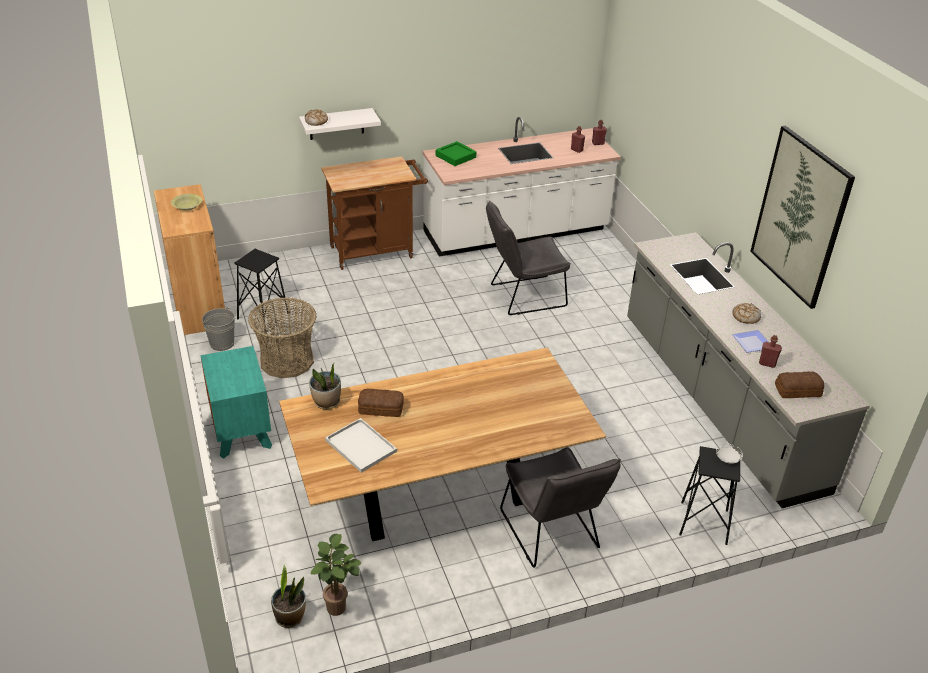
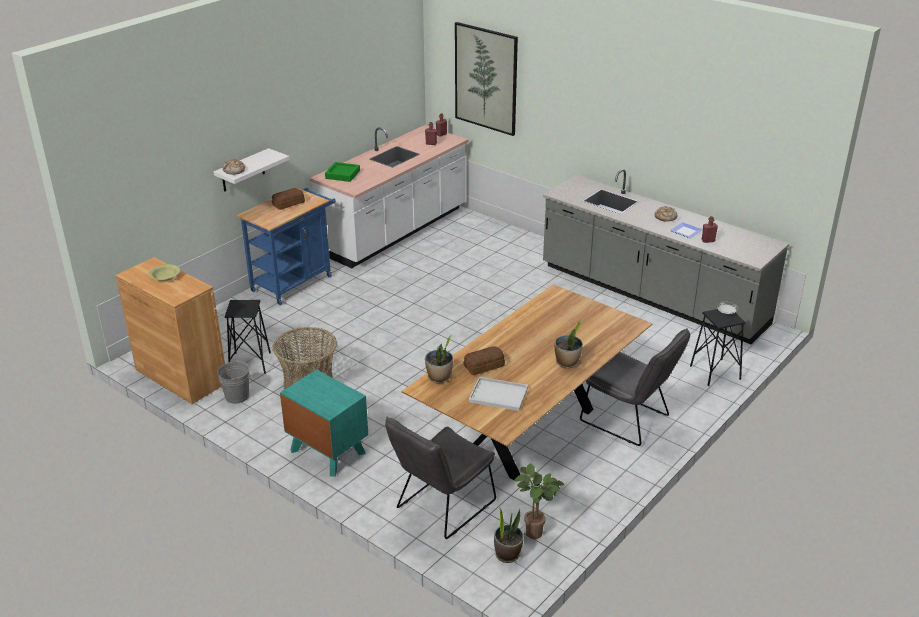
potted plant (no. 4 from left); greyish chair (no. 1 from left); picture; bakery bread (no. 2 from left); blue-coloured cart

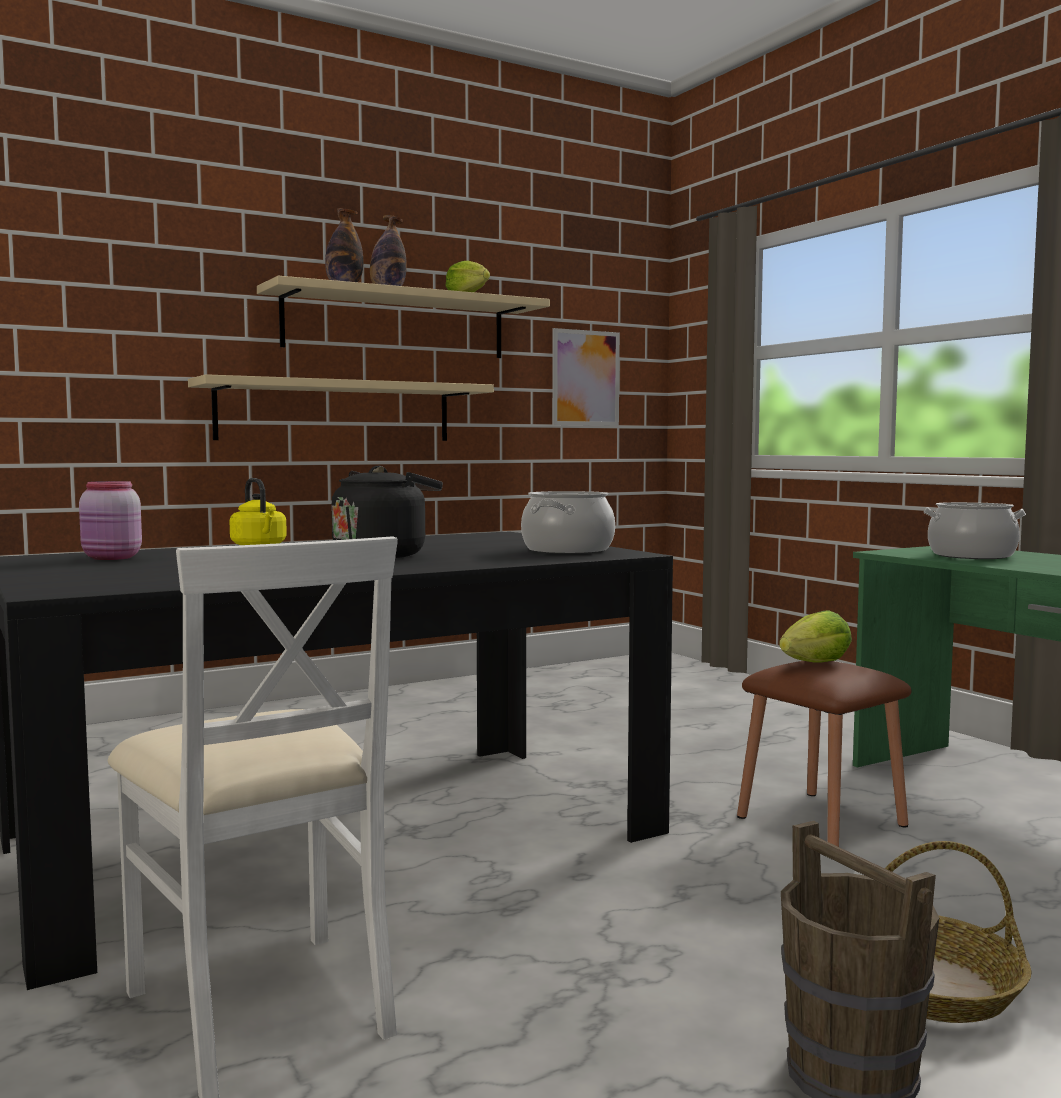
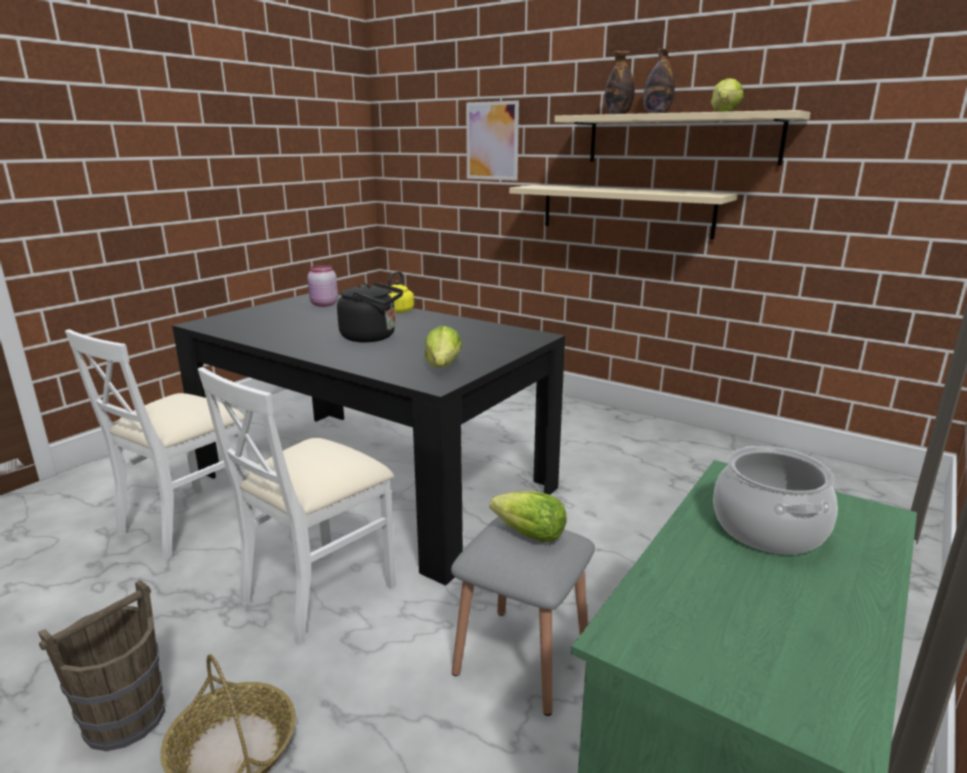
white-coloured chair (no. 2 from left); picture; lettuce (no. 1 from left); greyish sitting stool

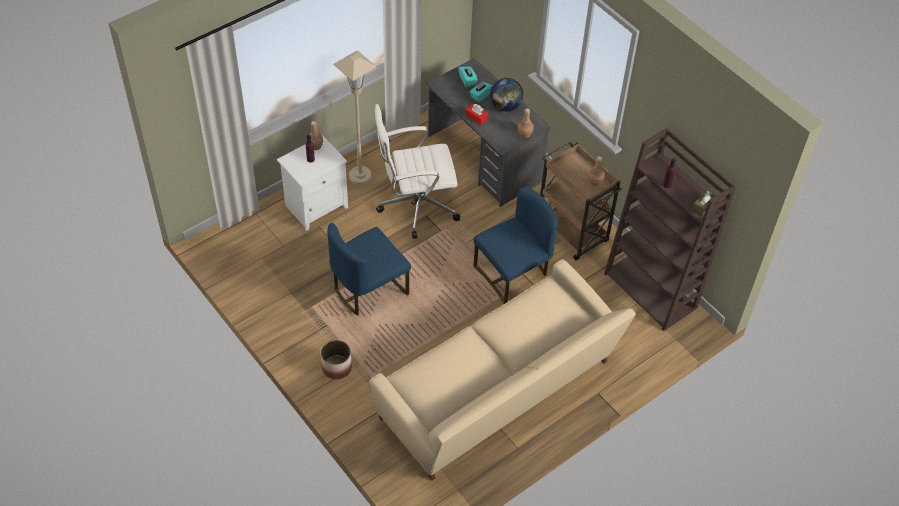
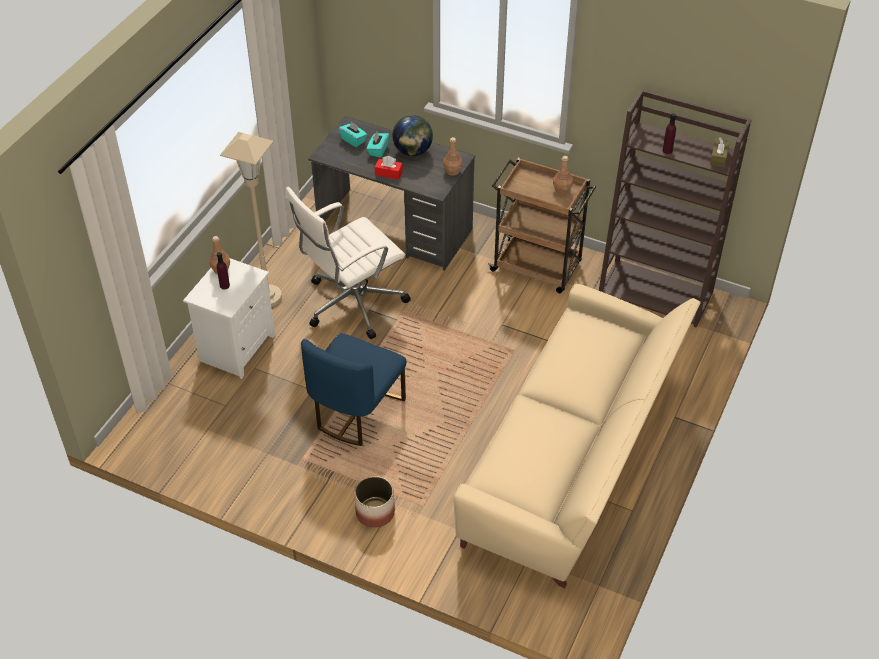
blue-coloured chair (no. 2 from left in the first image)

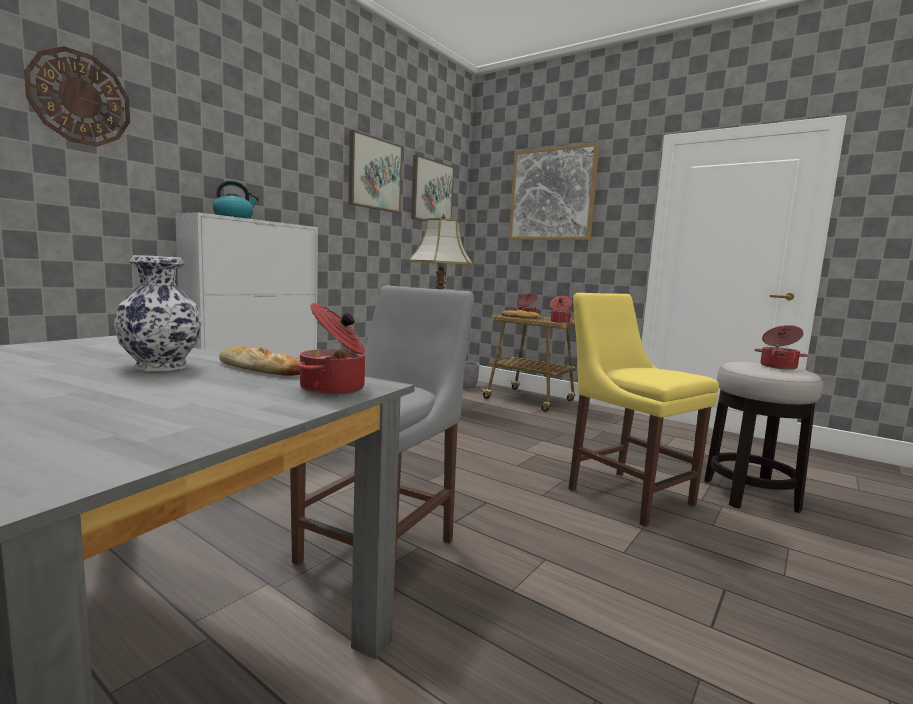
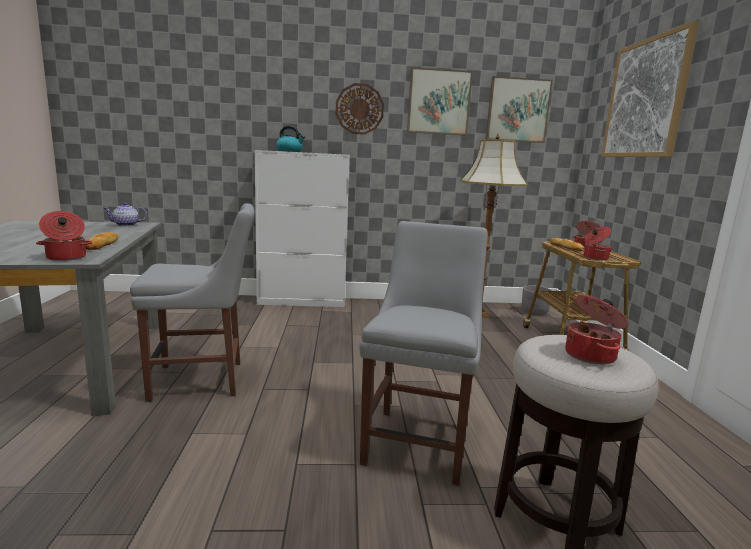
flower vase; tea pot; clock on the wall; greyish chair (no. 2 from left)

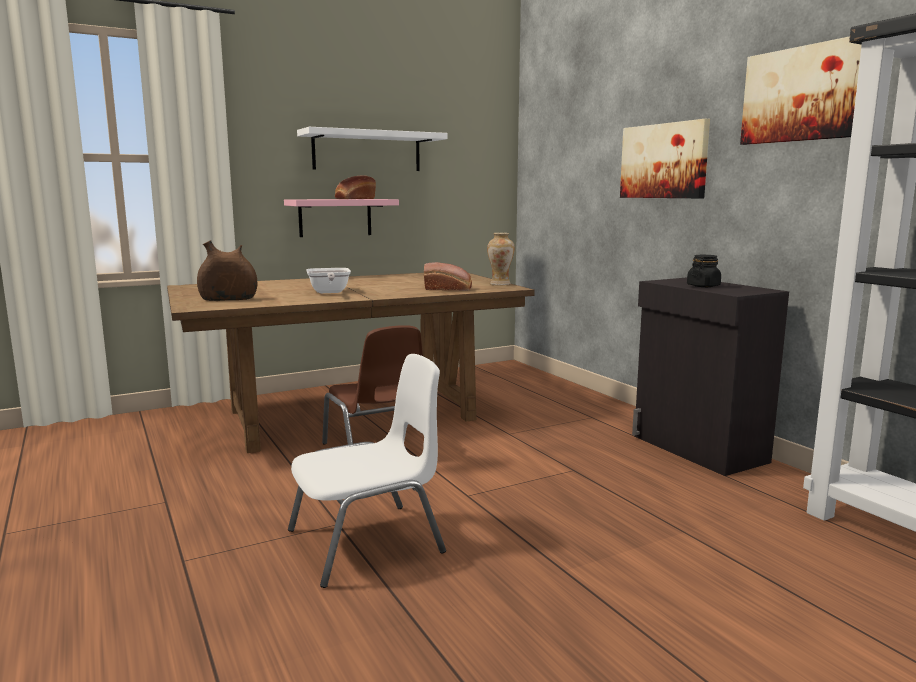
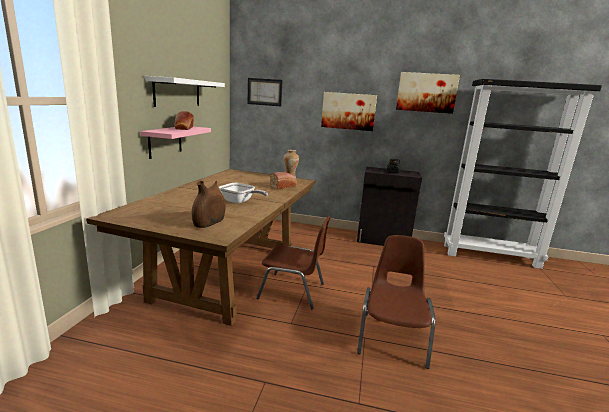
picture (no. 1 from left); brown chair (no. 2 from left)

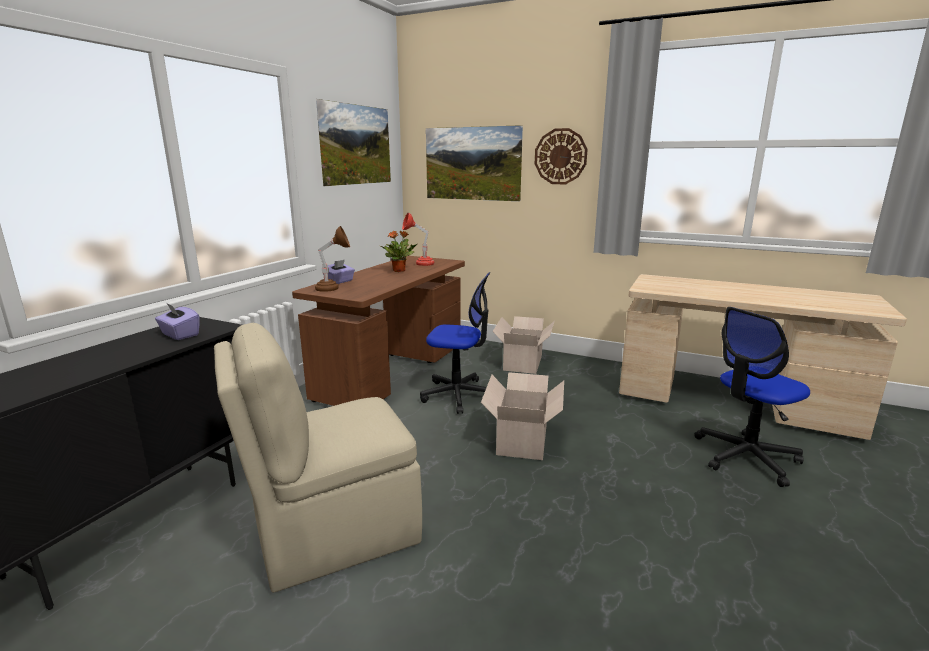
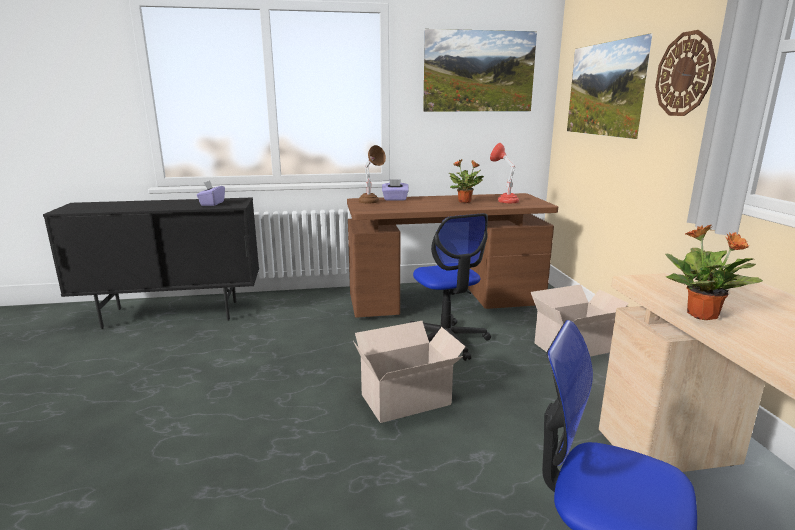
beige-coloured chair; potted plant (no. 2 from left)

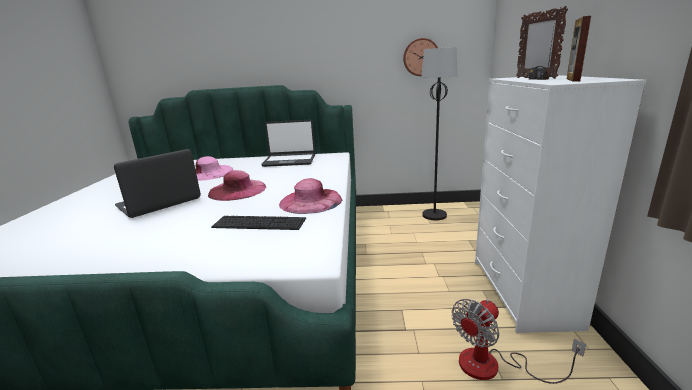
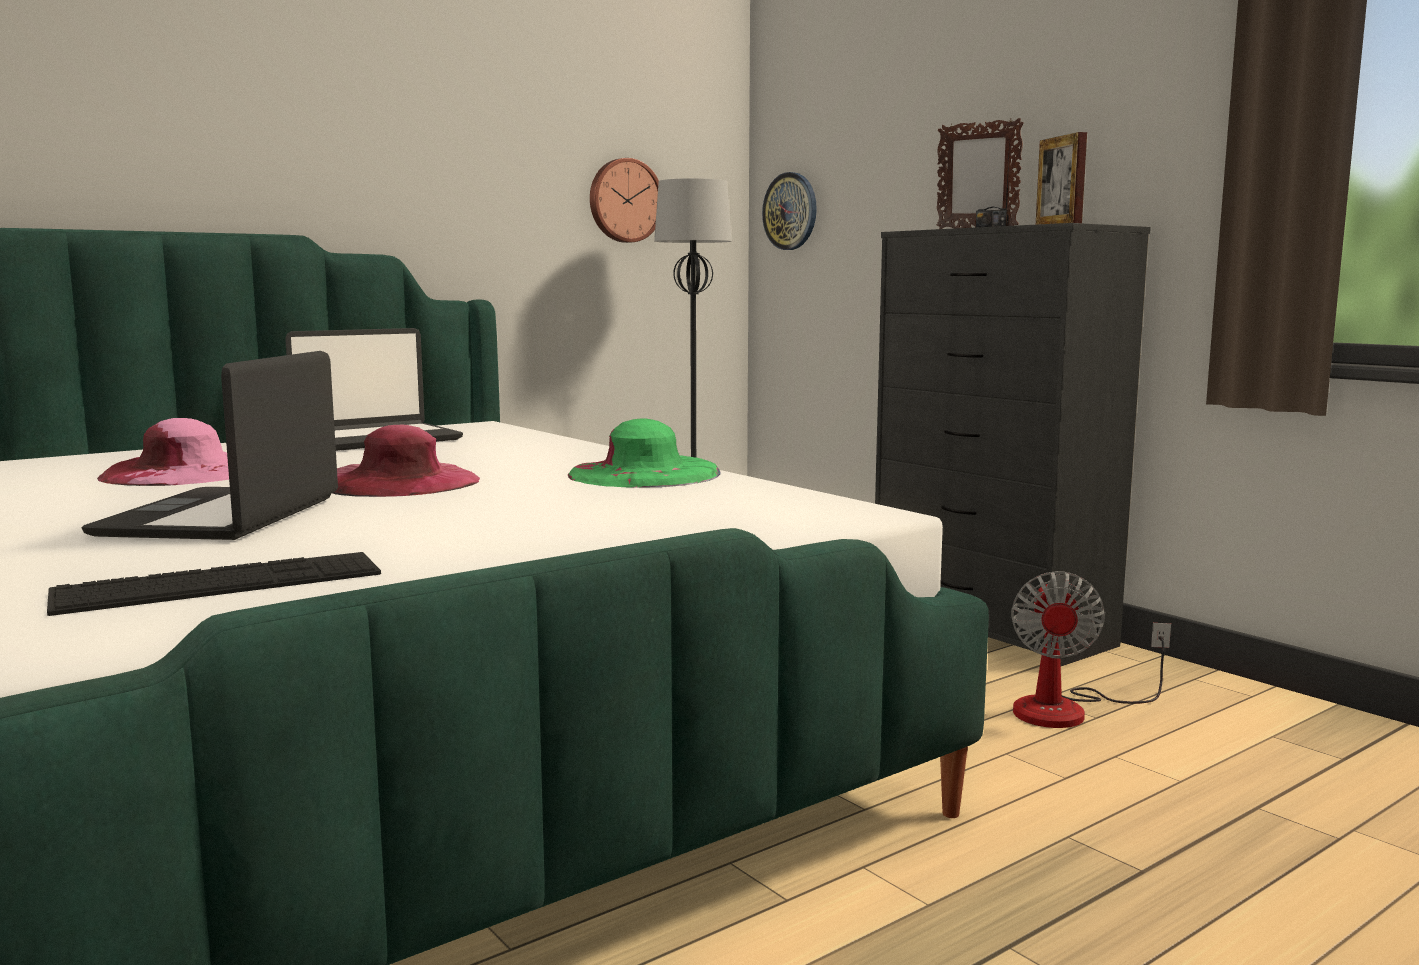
clock on the wall (no. 2 from left); PC keyboard; greenish hat; black-coloured drawer chest

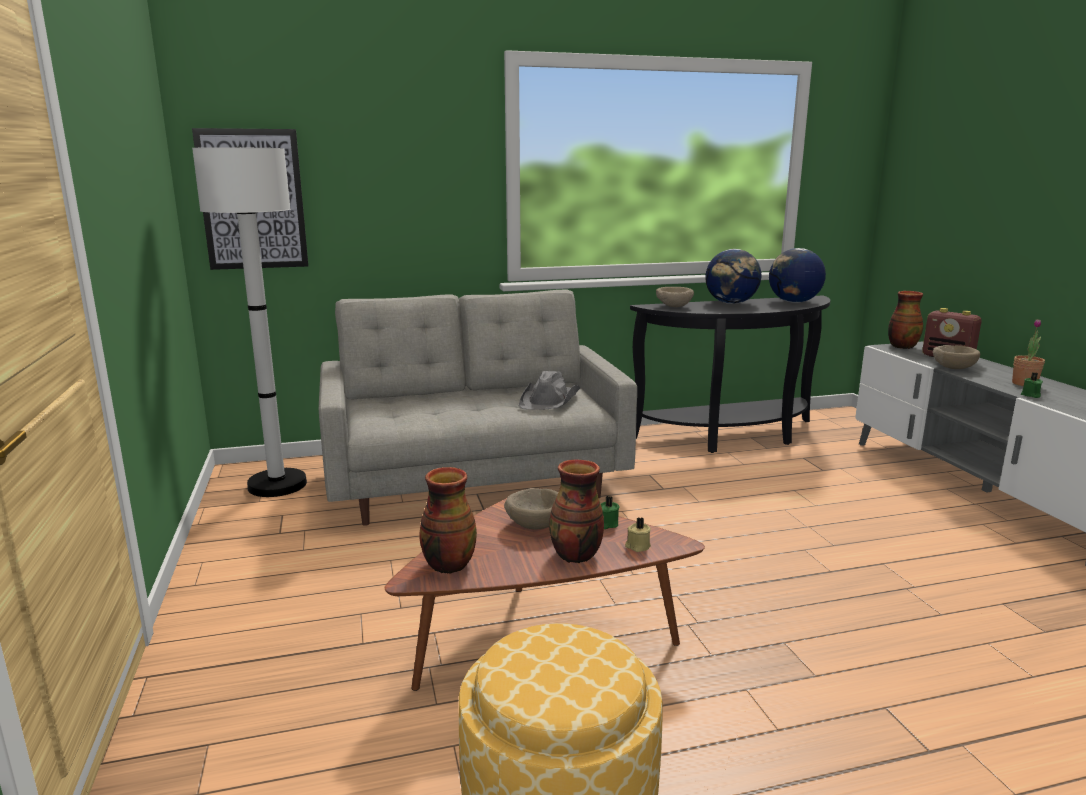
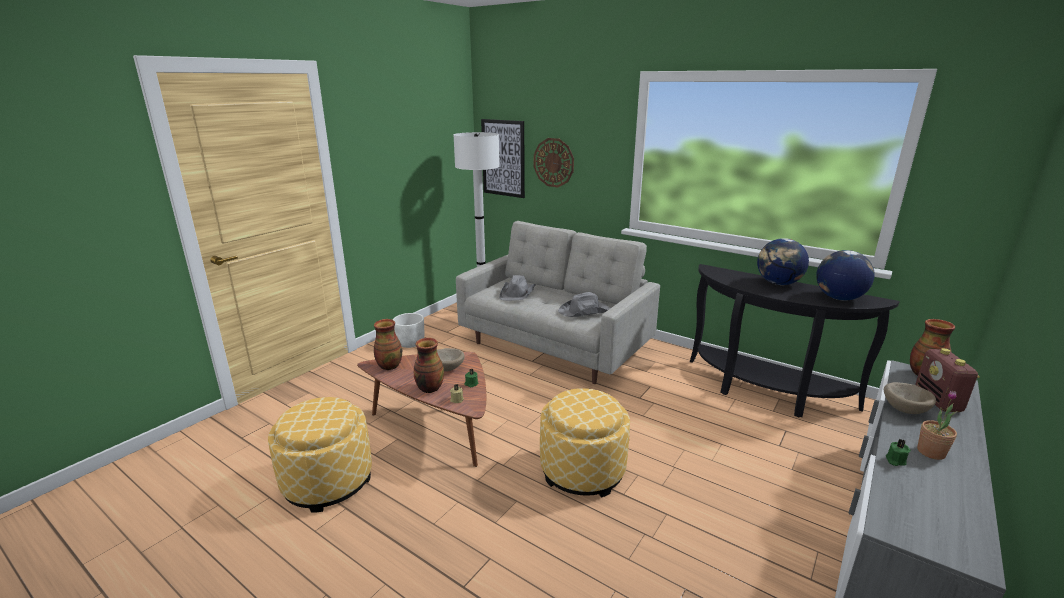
beige-coloured serving bowl (no. 2 from left in the first image); white-coloured plant pot; greyish hat (no. 1 from left); clock on the wall; ottoman (no. 2 from left)

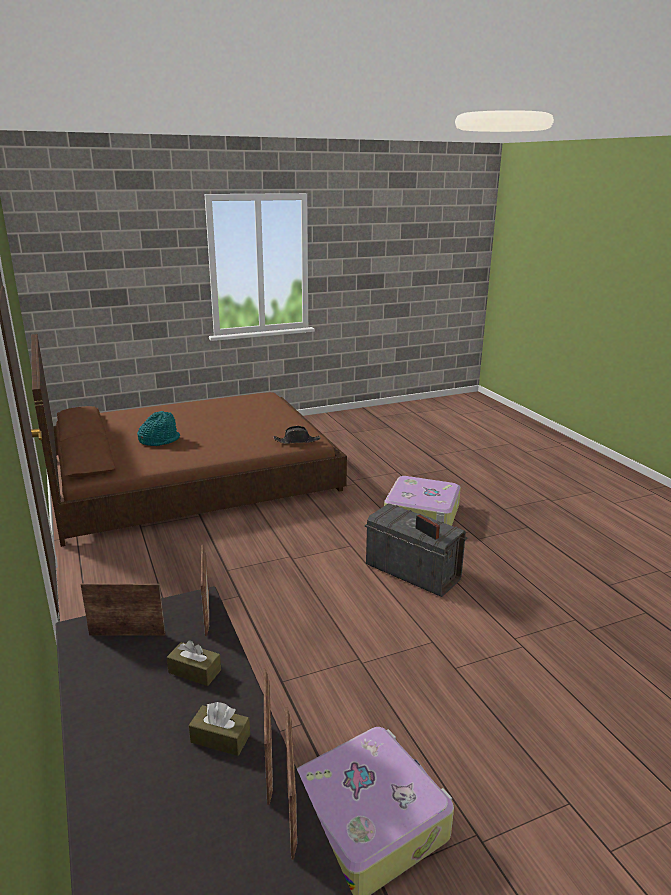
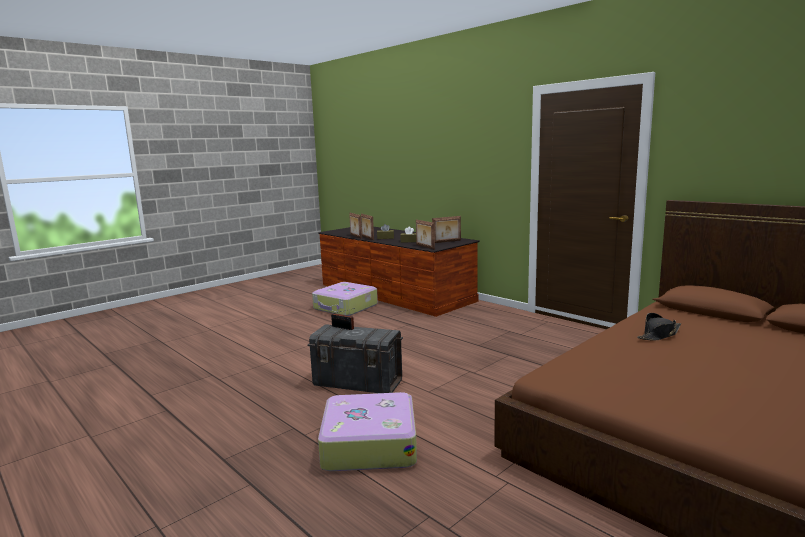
blue-green hat; black-coloured hat

